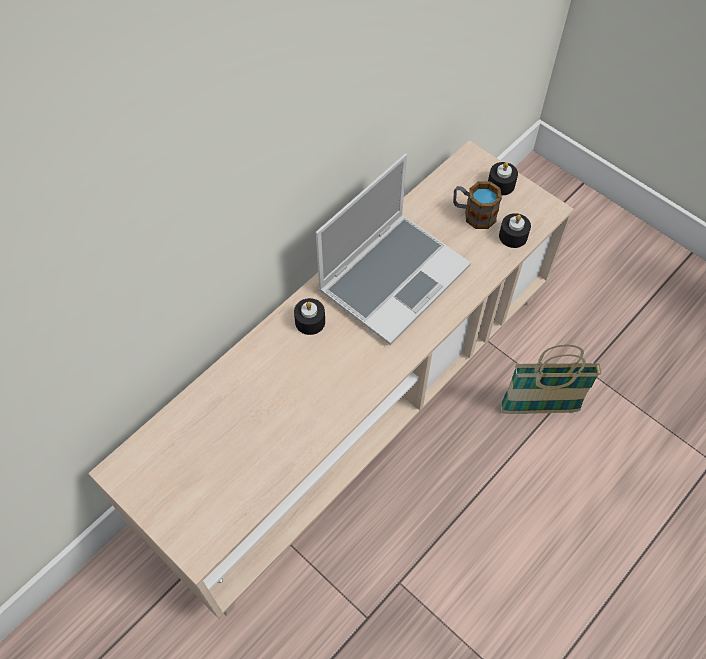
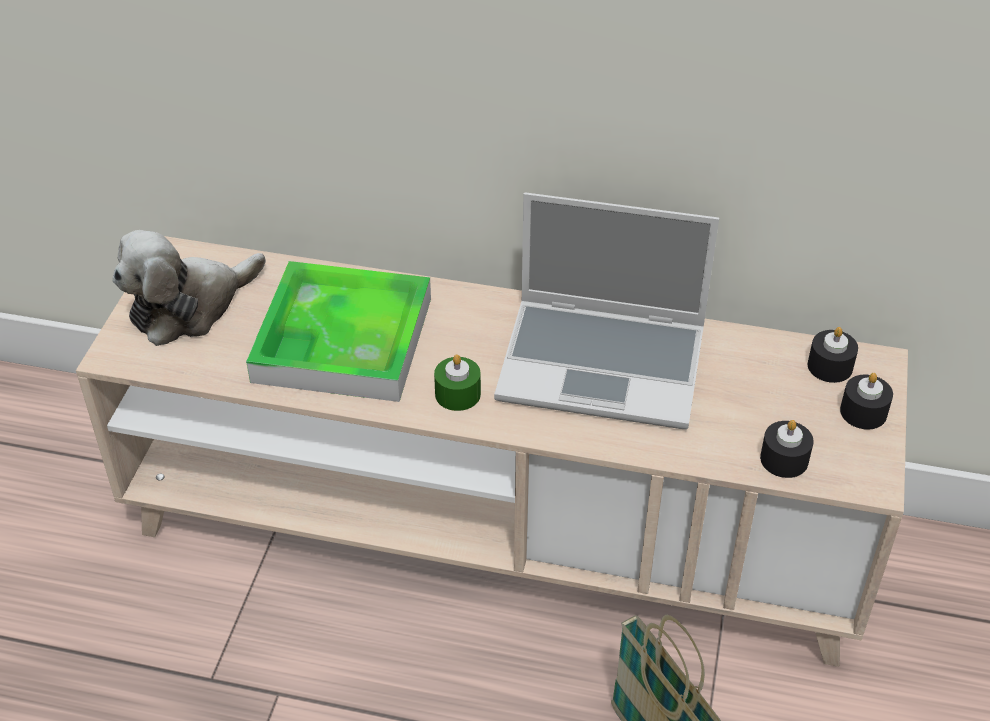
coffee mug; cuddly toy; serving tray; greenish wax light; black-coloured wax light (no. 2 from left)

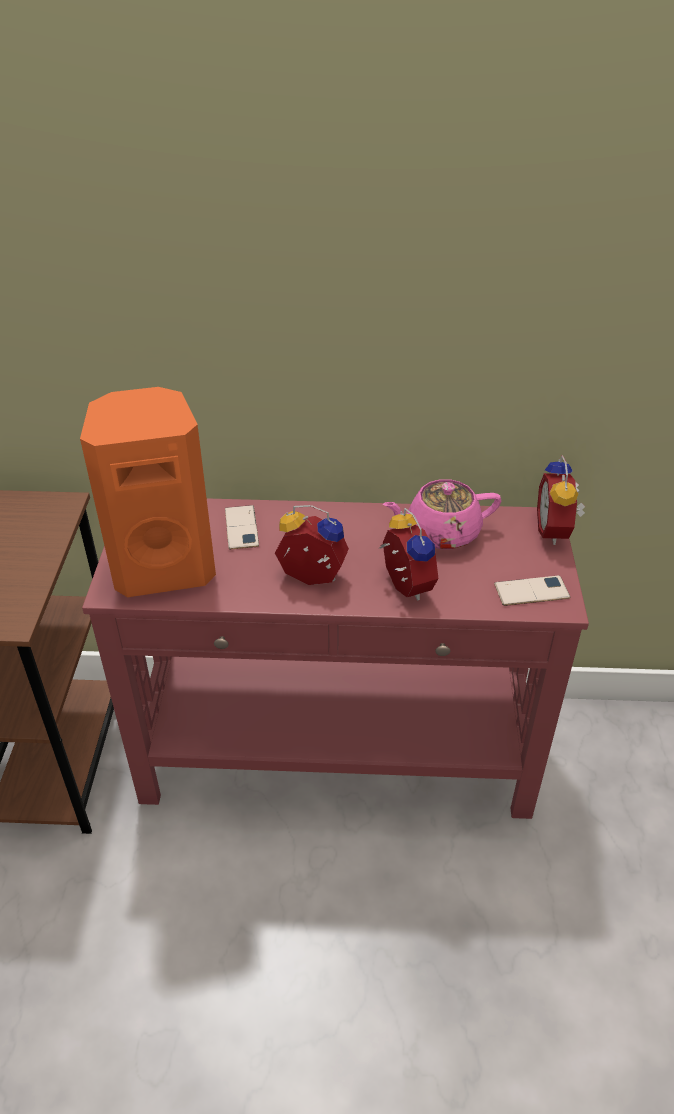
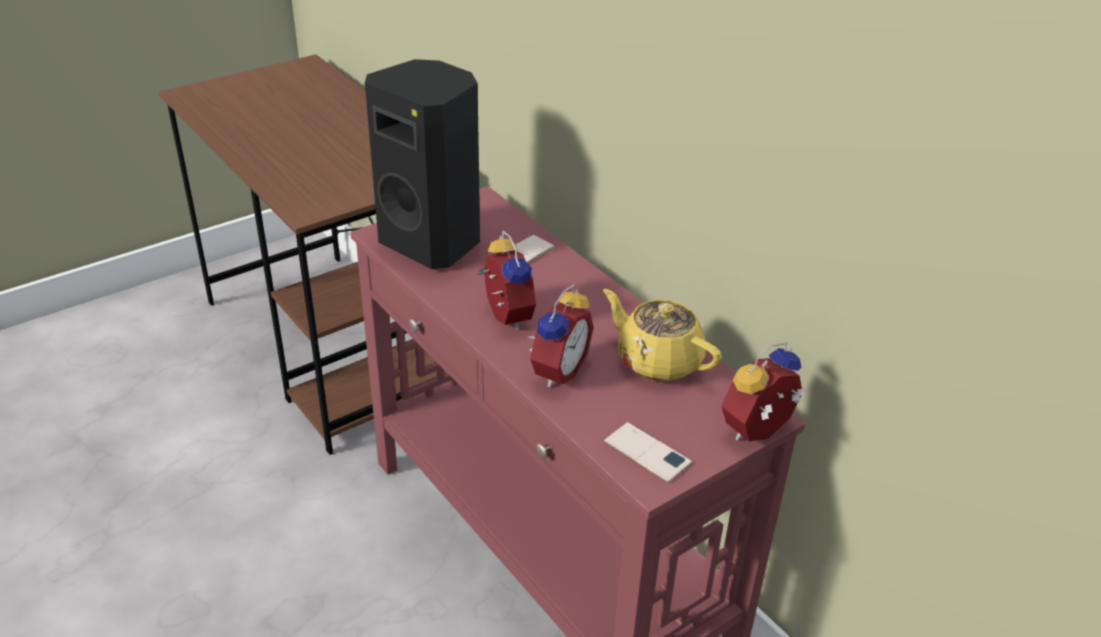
black-coloured speaker; yellow-coloured tea pot

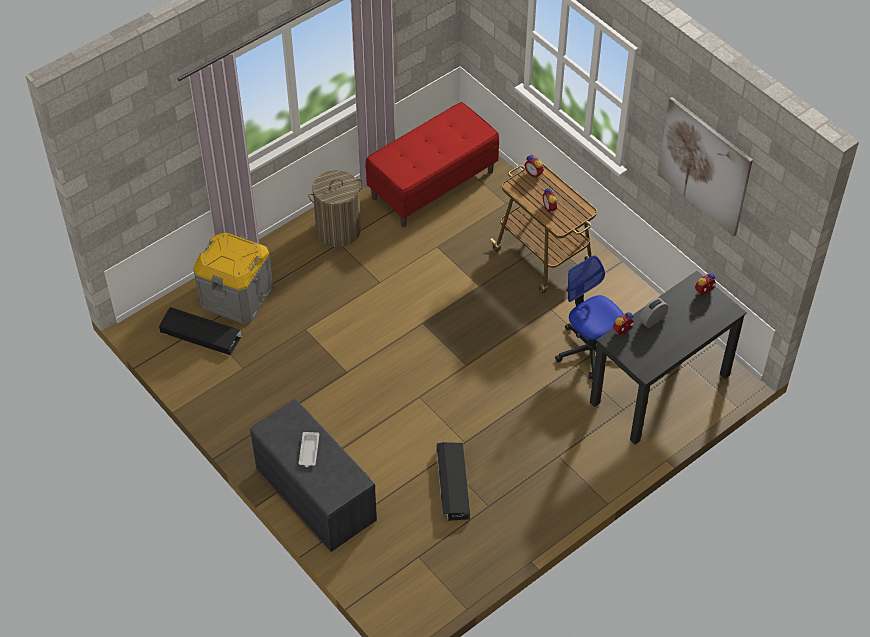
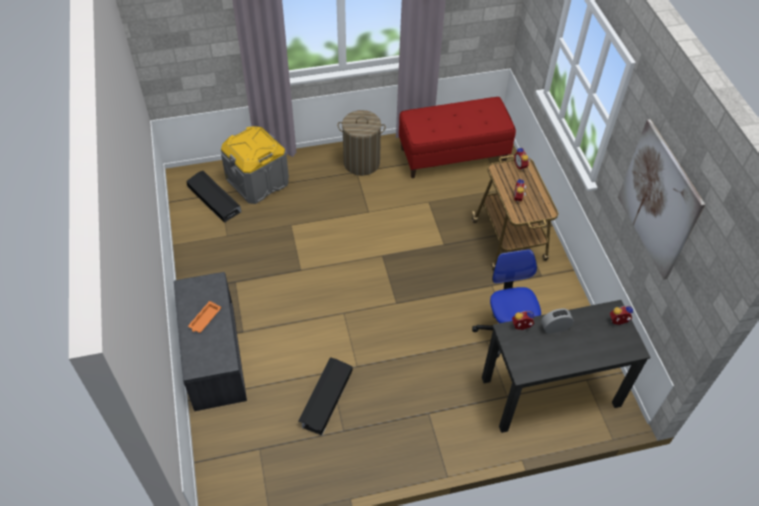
orange-coloured serving tray

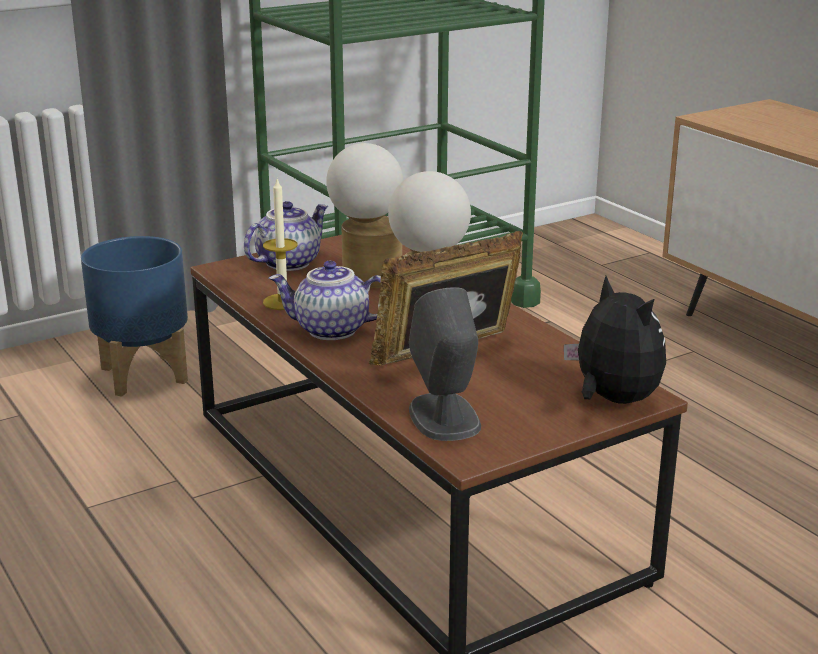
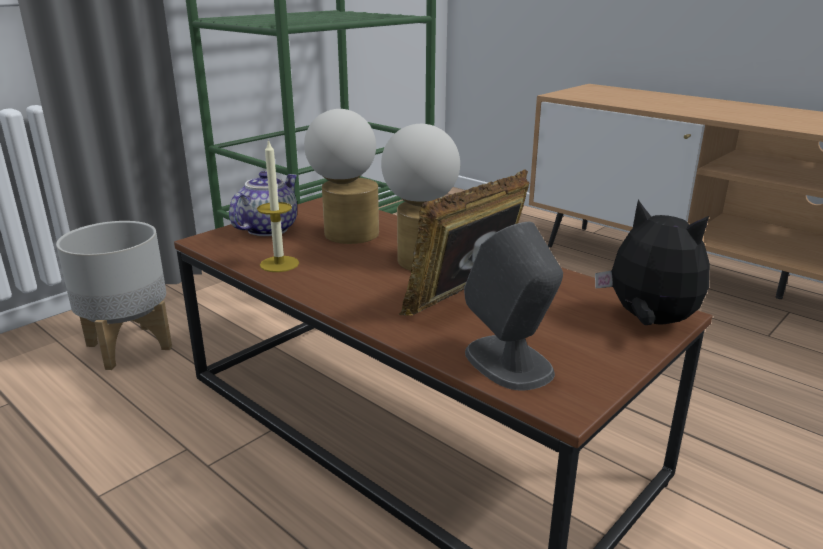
tea pot (no. 2 from left in the first image); greyish plant pot

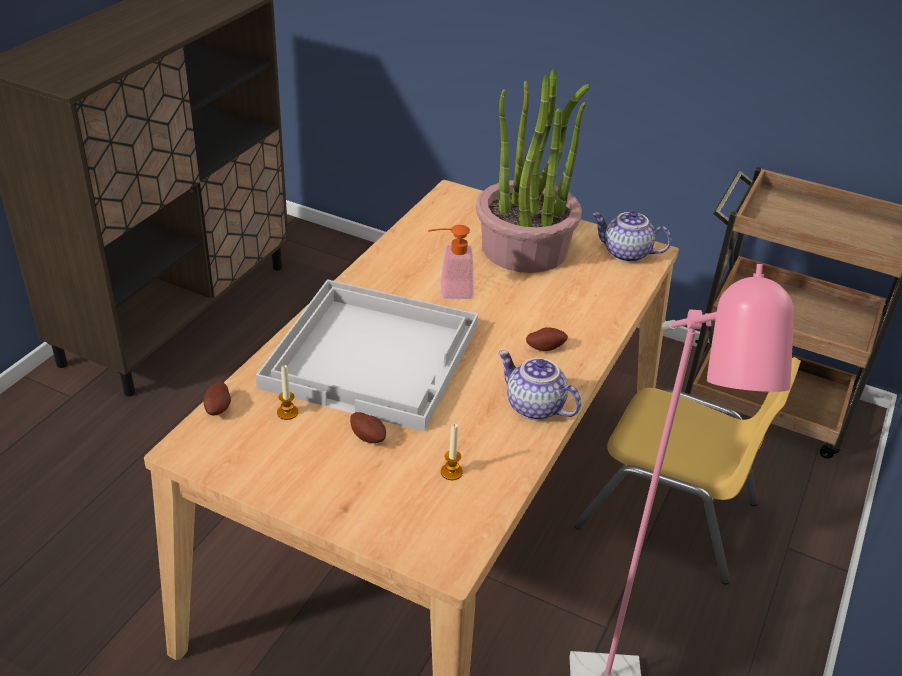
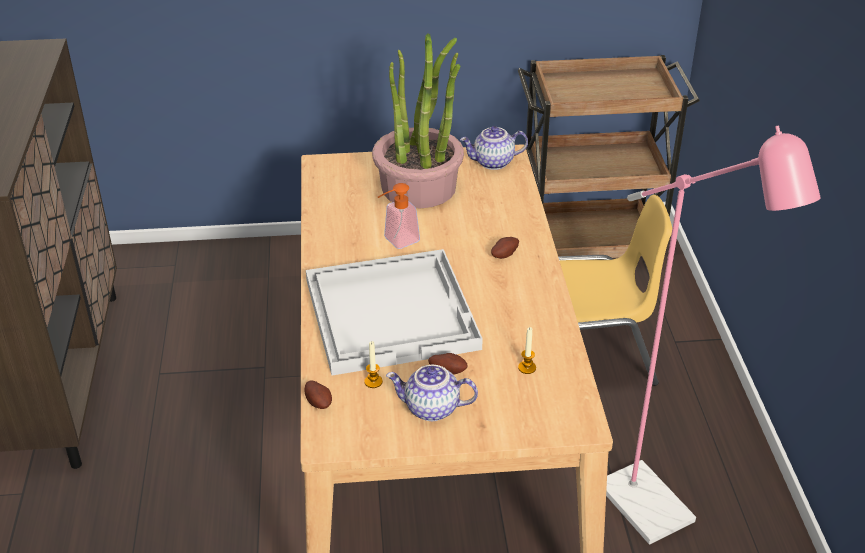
tea pot (no. 1 from left)

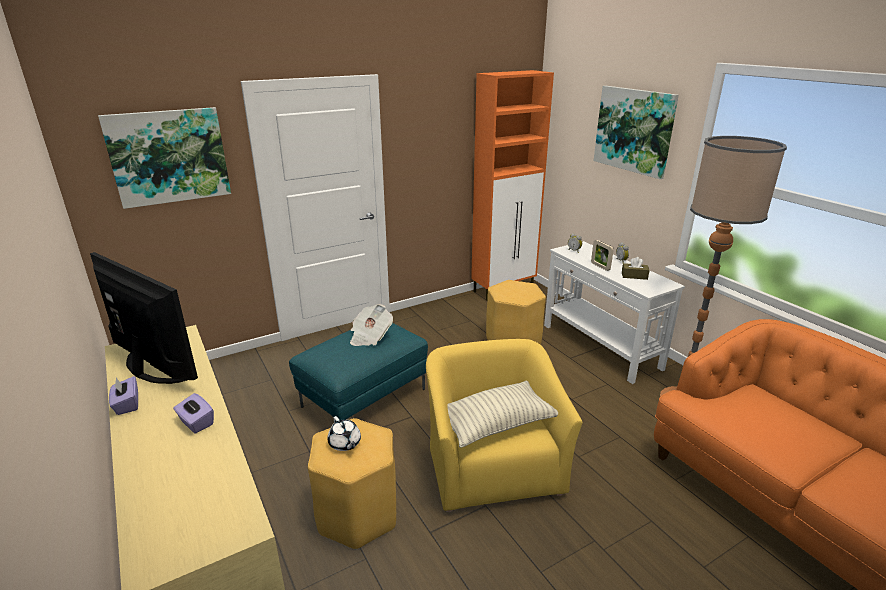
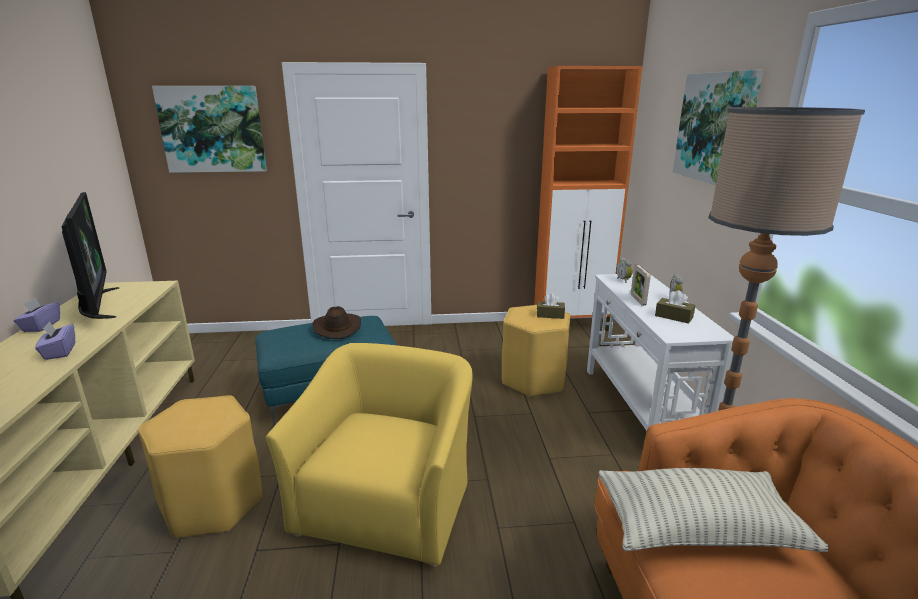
white-coloured tea pot; brown tissue box (no. 1 from left); throw pillow; brown hat

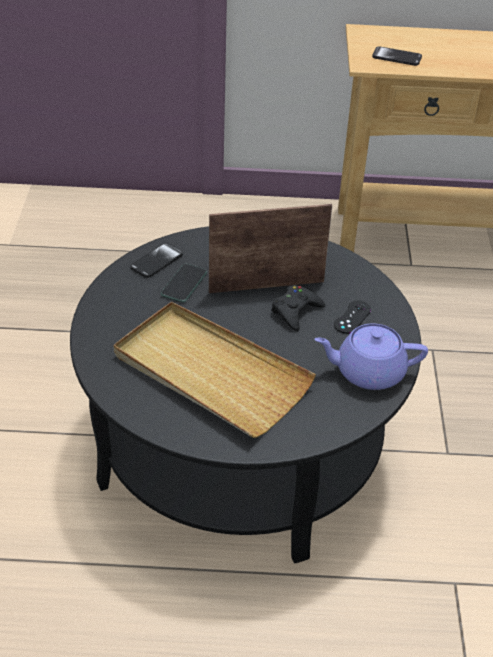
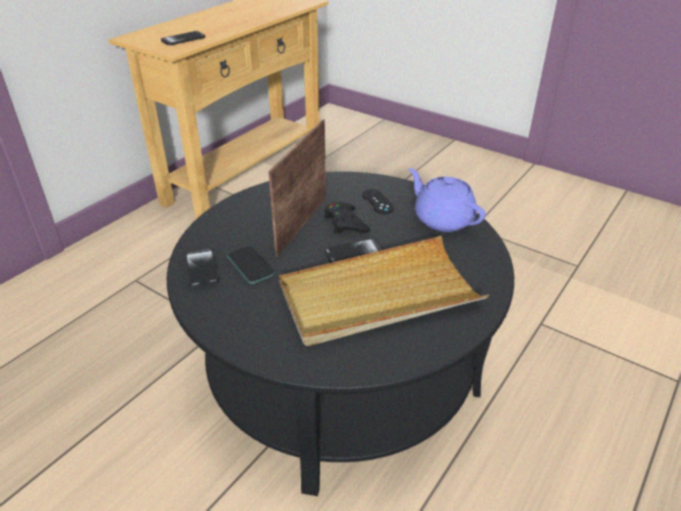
handset (no. 4 from left); purplish tea pot

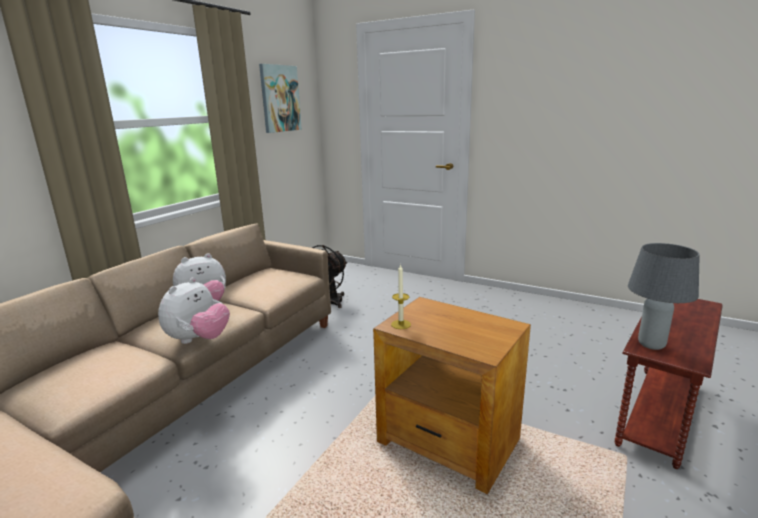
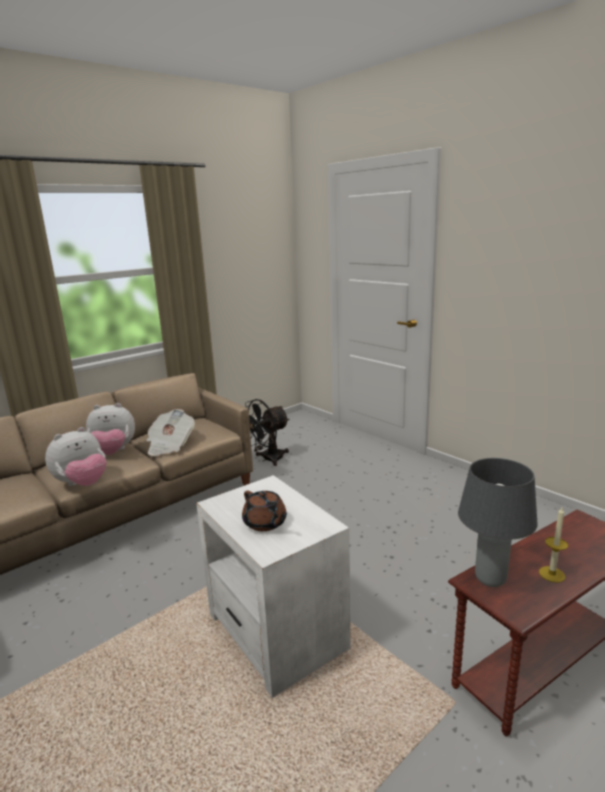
picture; printed paper; brown tea pot; wax light; white-coloured side table

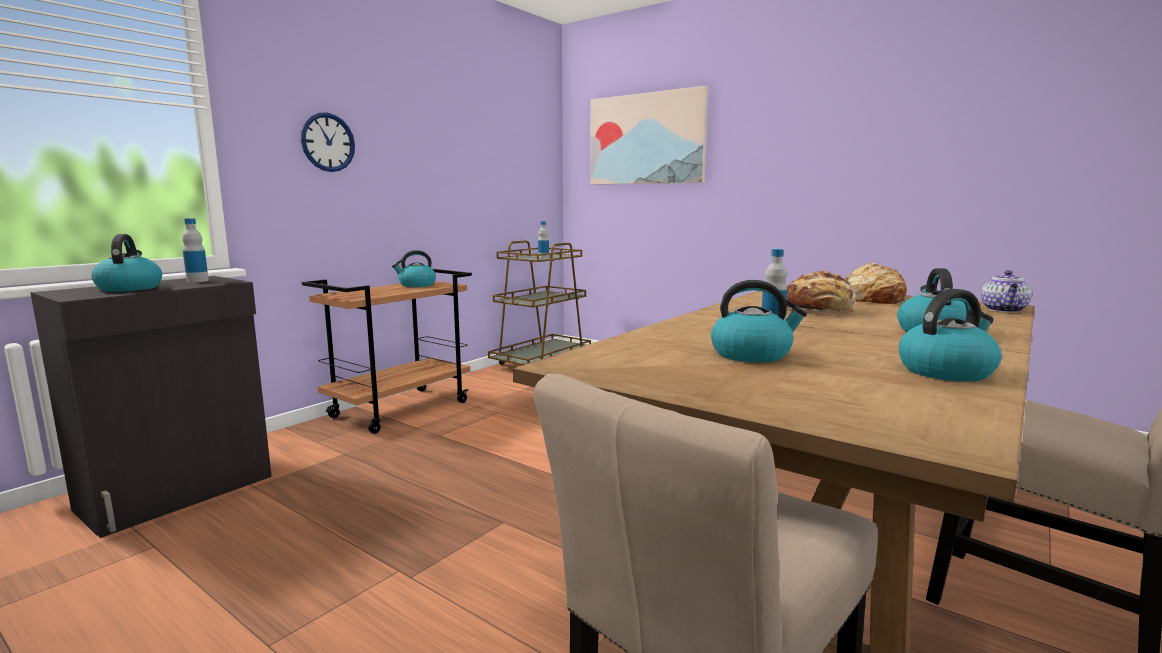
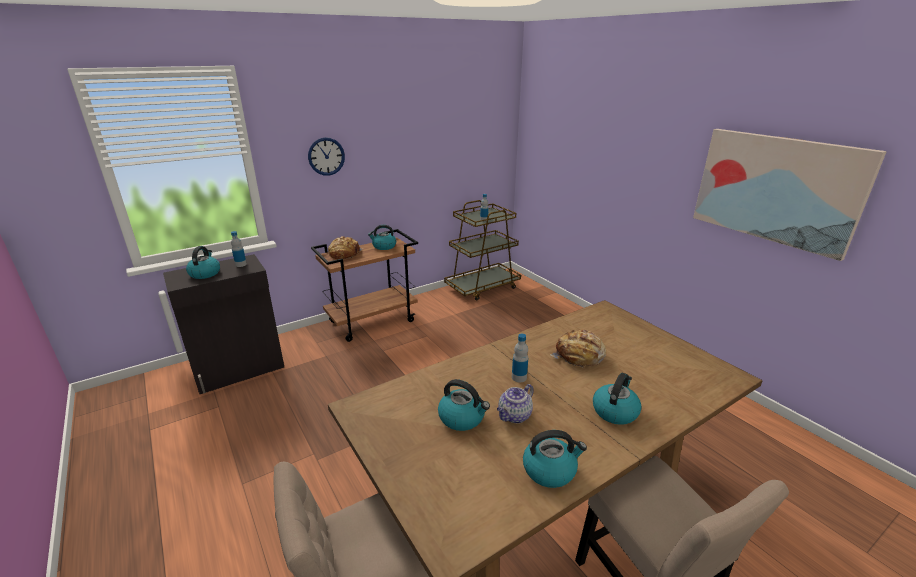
picture; bakery bread (no. 1 from left); tea pot

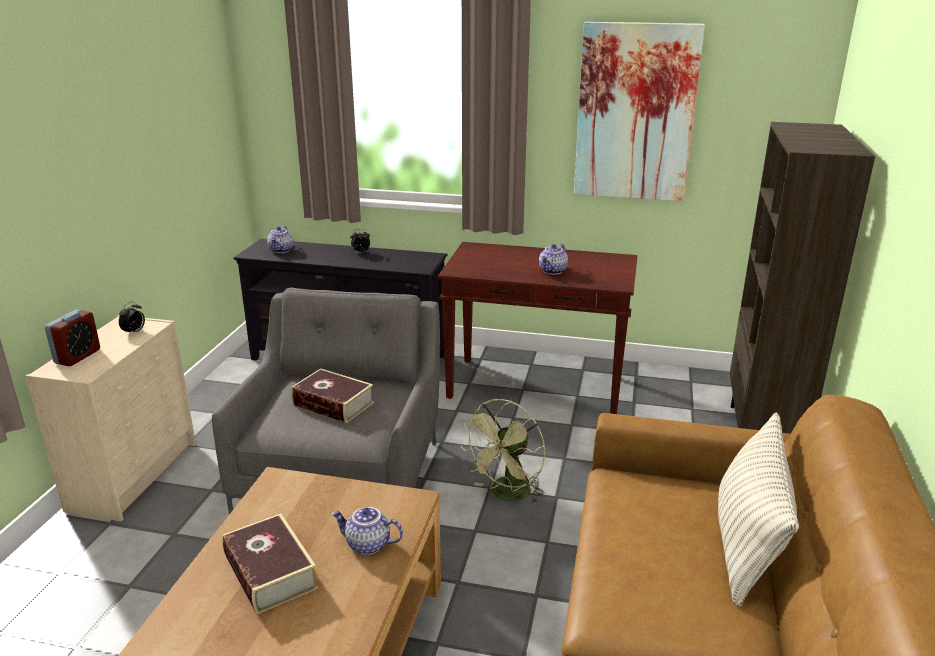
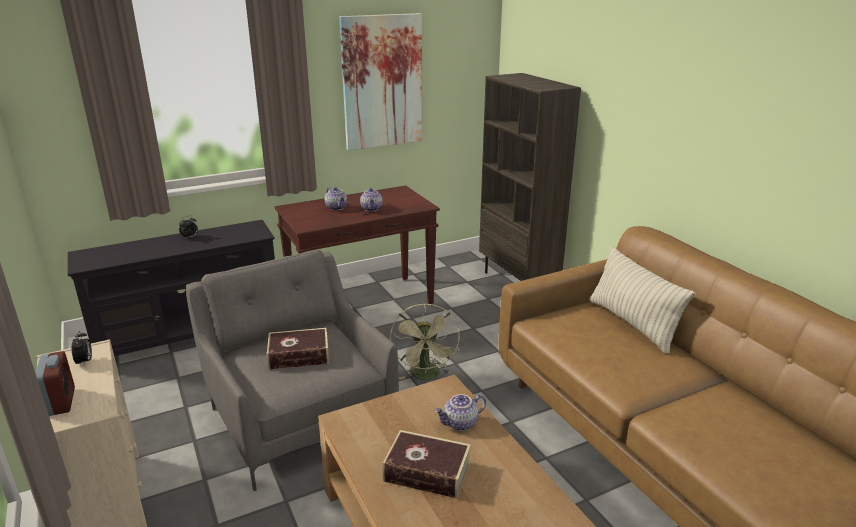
tea pot (no. 1 from left)

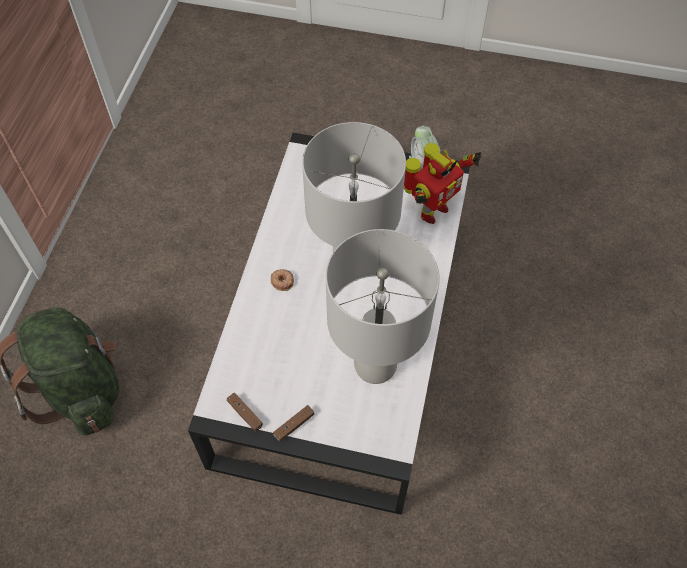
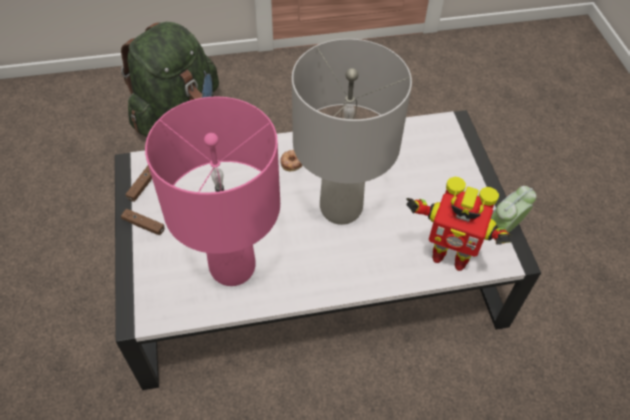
pink-coloured table lamp

